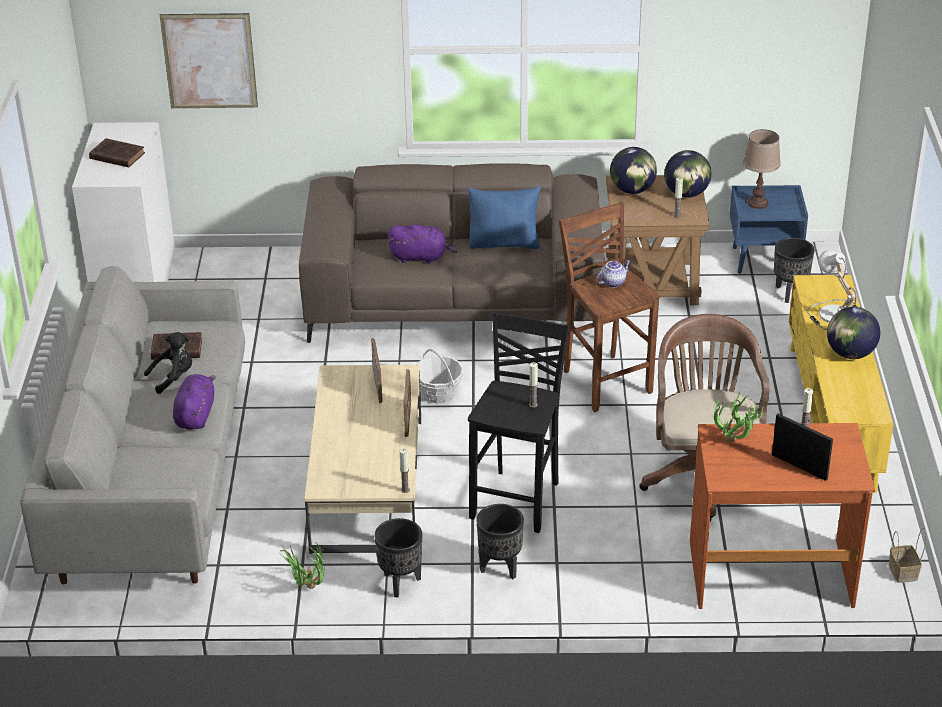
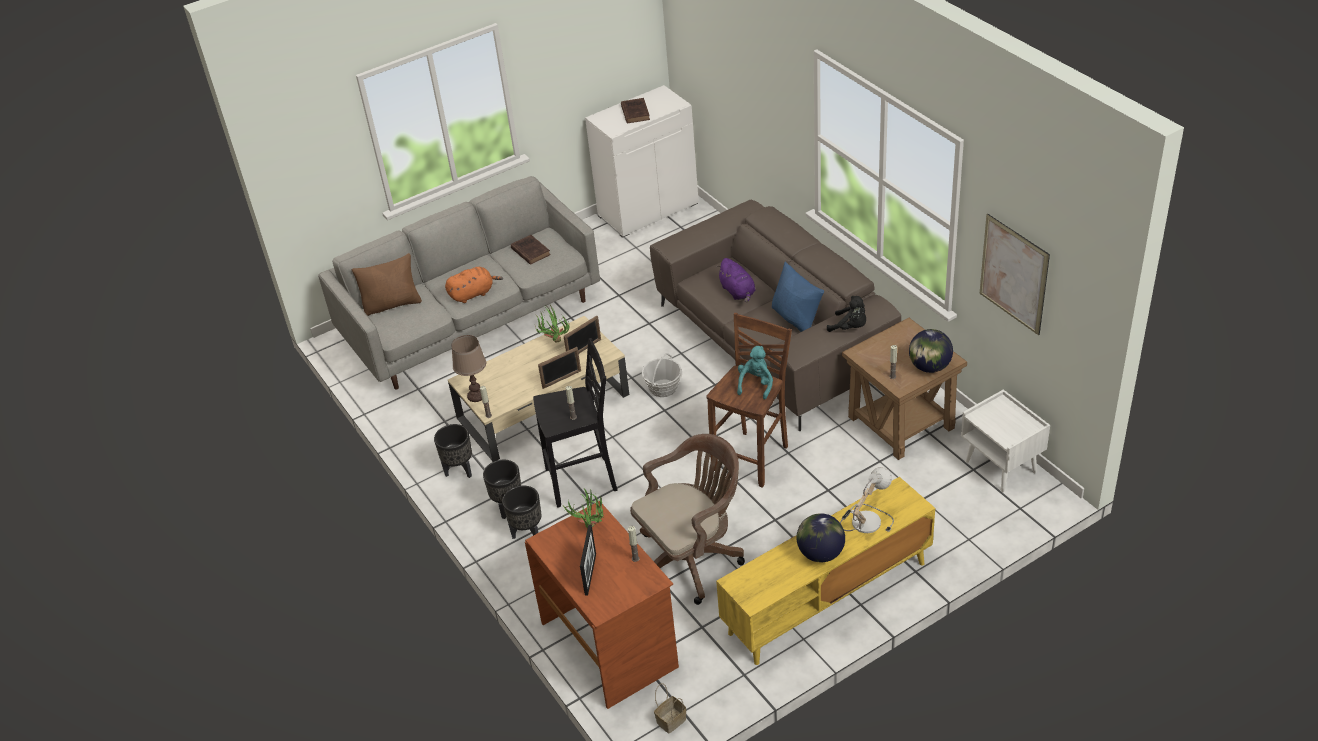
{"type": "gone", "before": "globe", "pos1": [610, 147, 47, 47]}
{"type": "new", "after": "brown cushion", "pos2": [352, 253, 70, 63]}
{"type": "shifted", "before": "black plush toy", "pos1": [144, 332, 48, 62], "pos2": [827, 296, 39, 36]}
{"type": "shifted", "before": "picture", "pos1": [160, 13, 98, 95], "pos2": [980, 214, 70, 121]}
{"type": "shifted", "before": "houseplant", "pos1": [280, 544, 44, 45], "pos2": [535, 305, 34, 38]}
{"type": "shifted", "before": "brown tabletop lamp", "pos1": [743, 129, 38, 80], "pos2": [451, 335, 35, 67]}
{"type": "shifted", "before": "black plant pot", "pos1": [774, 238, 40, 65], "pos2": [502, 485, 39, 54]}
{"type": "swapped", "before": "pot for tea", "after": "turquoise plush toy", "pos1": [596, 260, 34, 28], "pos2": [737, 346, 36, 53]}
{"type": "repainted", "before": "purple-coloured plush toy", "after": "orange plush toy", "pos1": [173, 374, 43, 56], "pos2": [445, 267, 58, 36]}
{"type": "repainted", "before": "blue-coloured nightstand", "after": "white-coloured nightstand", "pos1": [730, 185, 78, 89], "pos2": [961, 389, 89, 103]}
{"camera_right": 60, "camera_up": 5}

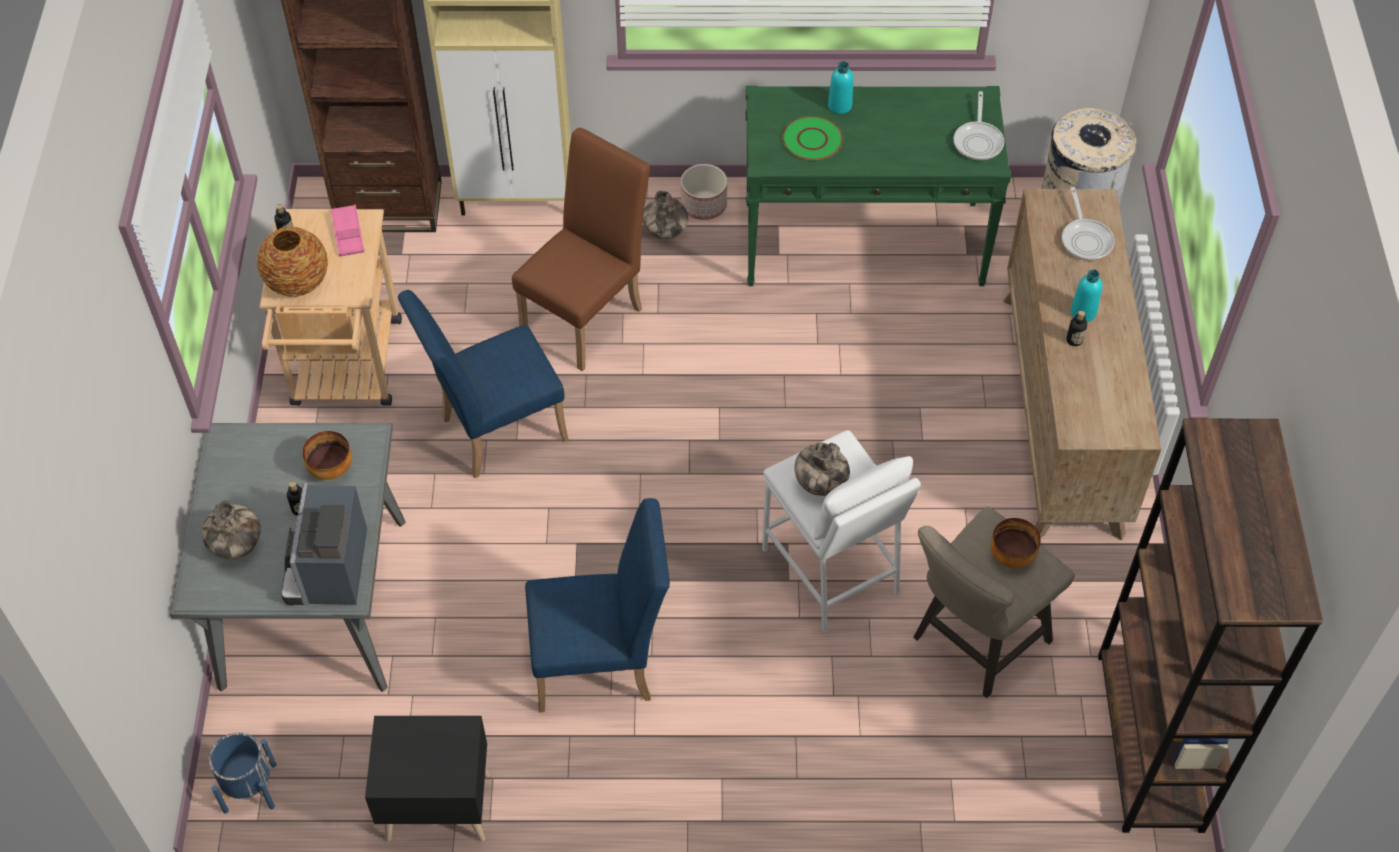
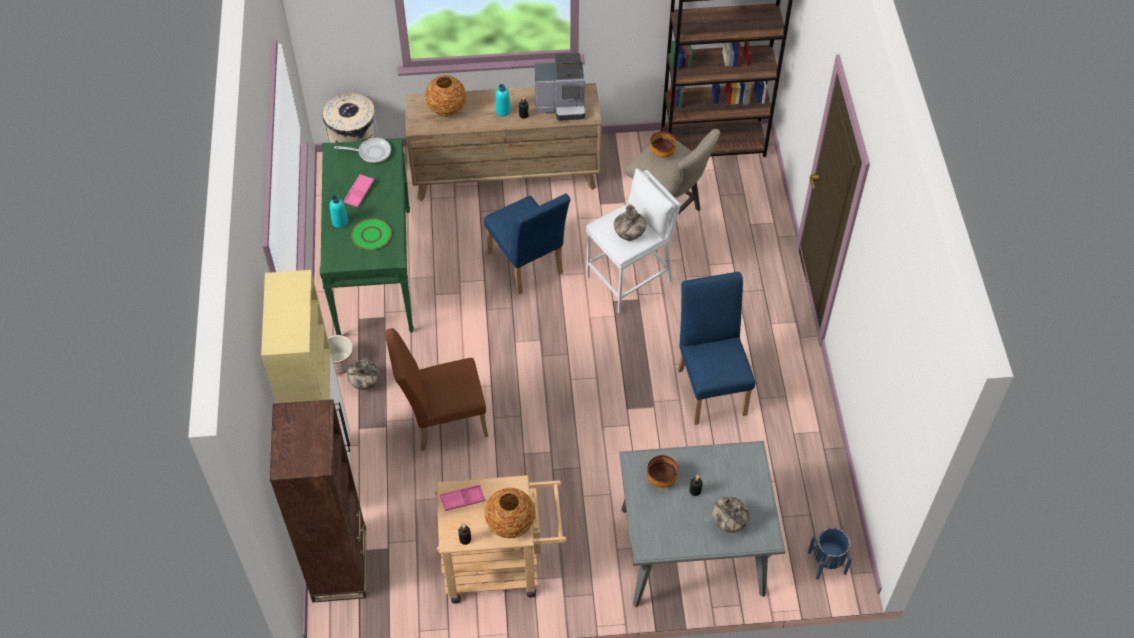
{"type": "gone", "before": "black nightstand", "pos1": [365, 716, 125, 126]}
{"type": "new", "after": "pink tray", "pos2": [343, 174, 31, 34]}
{"type": "shifted", "before": "coffee maker", "pos1": [281, 483, 86, 122], "pos2": [535, 53, 50, 68]}
{"type": "shifted", "before": "blue-coloured plain chair", "pos1": [398, 290, 170, 188], "pos2": [484, 193, 86, 102]}
{"type": "swapped", "before": "frying pan", "after": "flower vase", "pos1": [1062, 187, 53, 73], "pos2": [425, 75, 41, 42]}
{"type": "rotated", "before": "brown plain chair", "pos1": [512, 128, 138, 243], "pos2": [385, 328, 103, 123], "turn": -45}
{"camera_right": -95, "camera_up": 0}

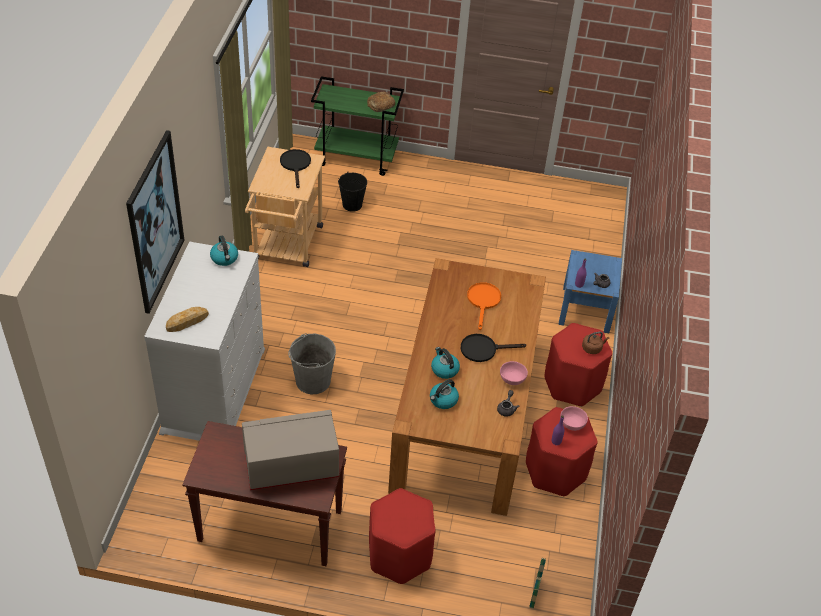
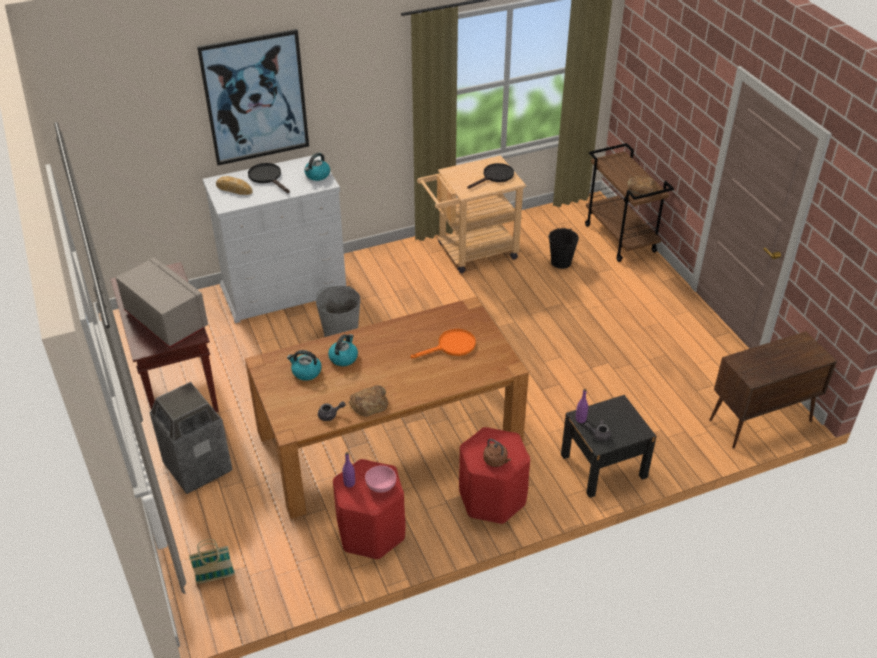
{"type": "new", "after": "brown storage cabinet", "pos2": [710, 331, 127, 118]}
{"type": "shifted", "before": "black frying pan", "pos1": [461, 334, 65, 28], "pos2": [248, 163, 42, 30]}
{"type": "swapped", "before": "reddish stool", "after": "rubbish bin", "pos1": [369, 488, 66, 96], "pos2": [150, 382, 83, 112]}
{"type": "swapped", "before": "pink bowl", "after": "baked bread", "pos1": [500, 361, 28, 24], "pos2": [349, 385, 39, 32]}
{"type": "repainted", "before": "greenish wheeled cart", "after": "brown wheeled cart", "pos1": [311, 76, 93, 100], "pos2": [585, 143, 89, 119]}
{"type": "repainted", "before": "blue-coloured nightstand", "after": "black nightstand", "pos1": [558, 250, 64, 83], "pos2": [561, 395, 95, 103]}
{"camera_right": 60, "camera_up": -5}

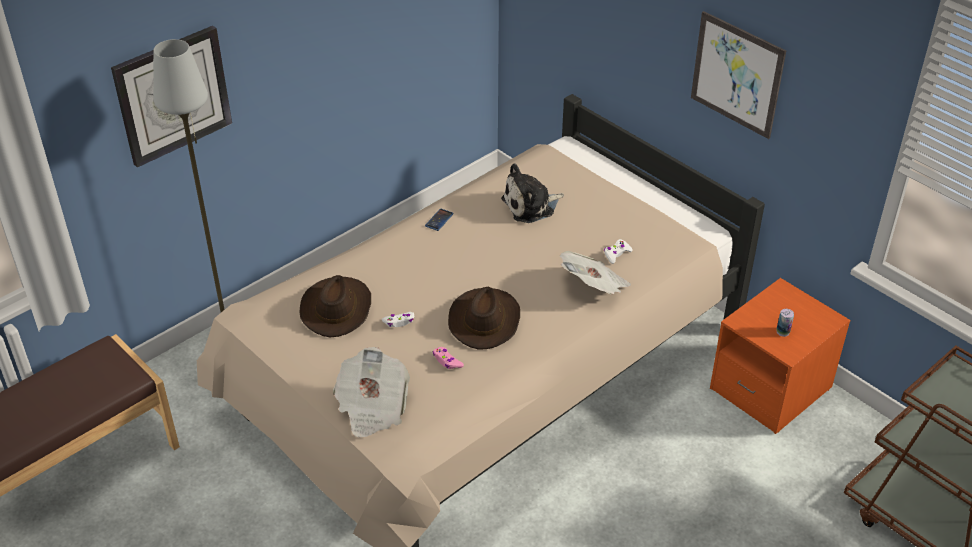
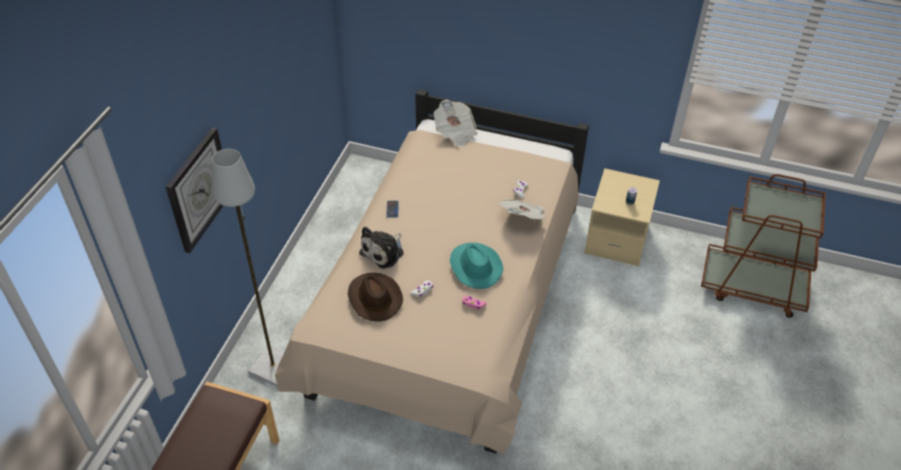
{"type": "gone", "before": "picture", "pos1": [691, 11, 95, 128]}
{"type": "shifted", "before": "daily paper", "pos1": [333, 347, 77, 91], "pos2": [433, 100, 45, 48]}
{"type": "shifted", "before": "plush toy", "pos1": [501, 163, 63, 60], "pos2": [359, 227, 45, 42]}
{"type": "repainted", "before": "brown hat", "after": "turquoise hat", "pos1": [448, 287, 72, 63], "pos2": [450, 243, 53, 46]}
{"type": "repainted", "before": "orange nightstand", "after": "sand-coloured nightstand", "pos1": [710, 278, 140, 156], "pos2": [584, 168, 76, 99]}
{"camera_right": -30, "camera_up": 5}

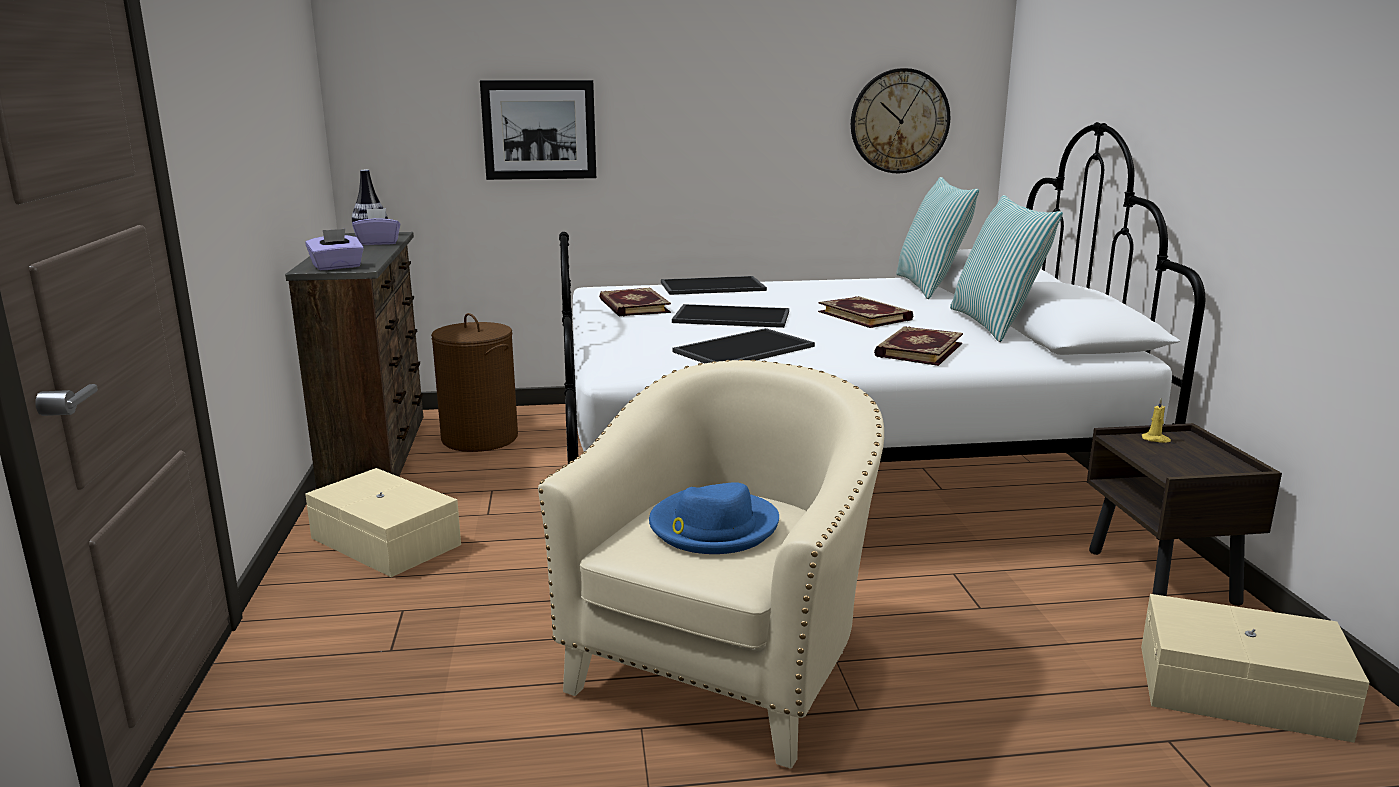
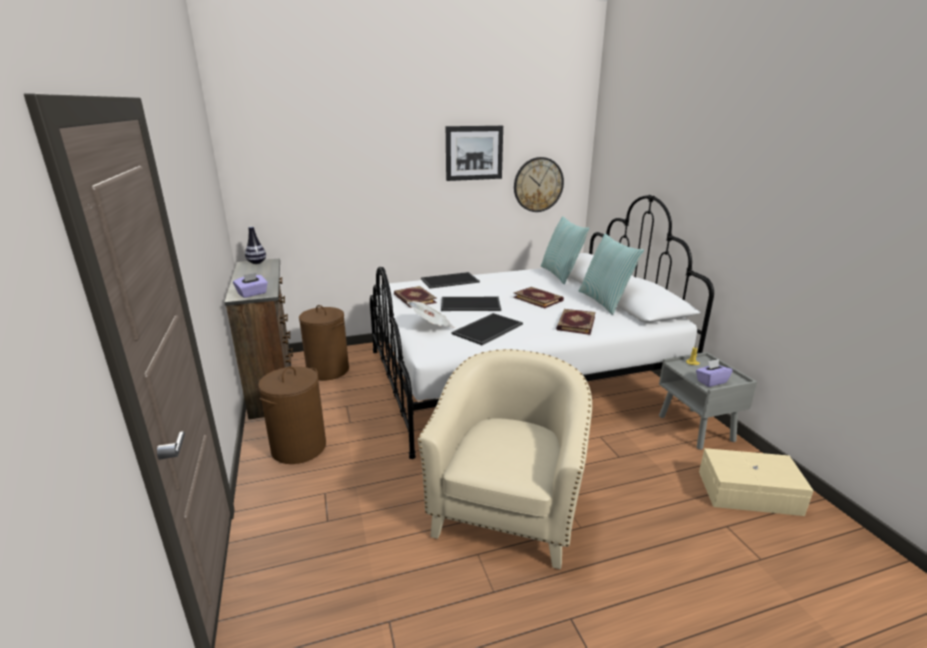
{"type": "gone", "before": "blue-coloured hat", "pos1": [649, 483, 130, 71]}
{"type": "new", "after": "daily paper", "pos2": [407, 301, 48, 27]}
{"type": "shifted", "before": "purple-coloured tissue box", "pos1": [352, 208, 49, 37], "pos2": [696, 359, 37, 28]}
{"type": "shifted", "before": "picture", "pos1": [480, 80, 116, 100], "pos2": [446, 126, 57, 55]}
{"type": "swapped", "before": "sand-coloured storage box", "after": "brown hamper", "pos1": [305, 468, 156, 109], "pos2": [258, 366, 68, 98]}
{"type": "repainted", "before": "brown nightstand", "after": "greyish nightstand", "pos1": [1087, 423, 195, 183], "pos2": [659, 352, 98, 98]}
{"camera_right": -10, "camera_up": 5}

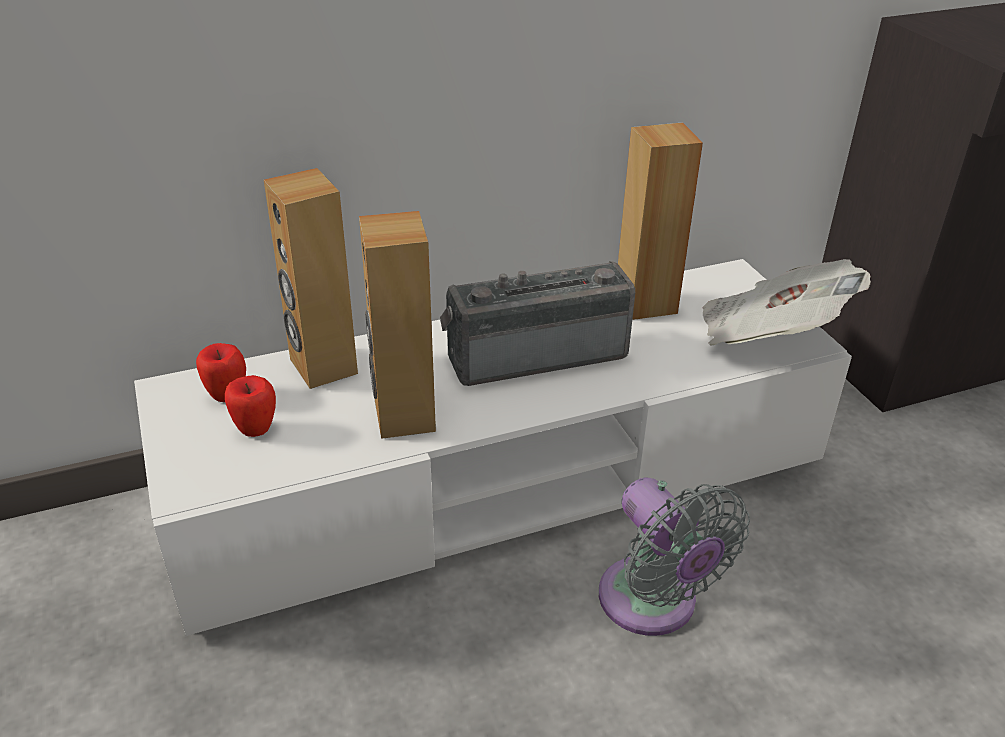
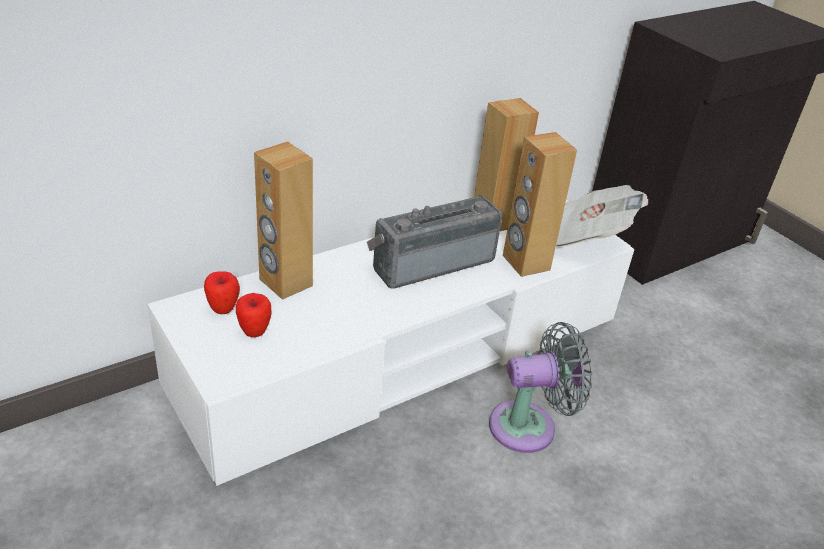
{"type": "shifted", "before": "brown audio speaker", "pos1": [359, 211, 77, 228], "pos2": [503, 132, 74, 145]}
{"type": "rotated", "before": "greyish cooling fan", "pos1": [599, 478, 151, 158], "pos2": [489, 322, 103, 131], "turn": -60}
{"camera_right": -15, "camera_up": 0}

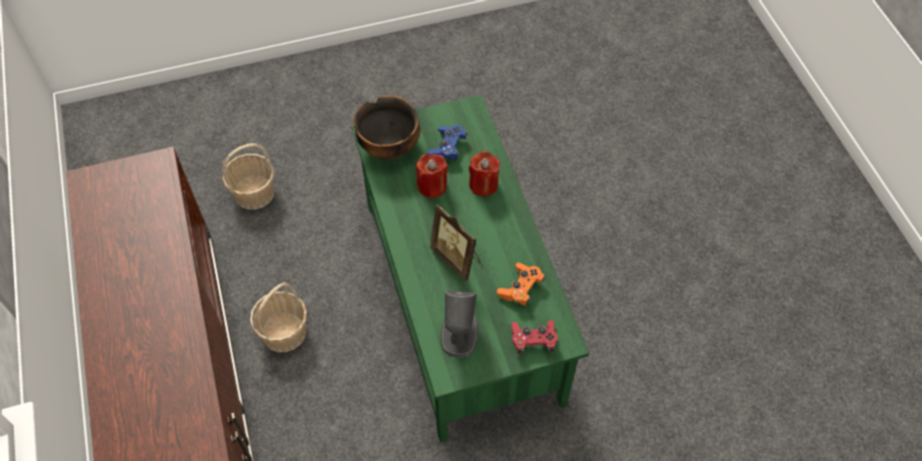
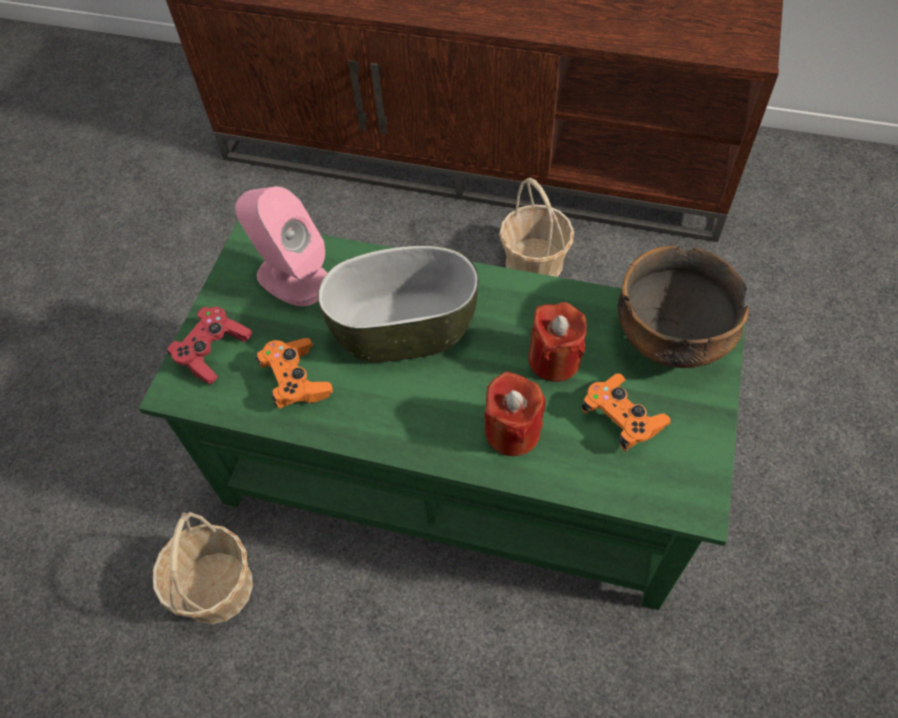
{"type": "shifted", "before": "household basket", "pos1": [222, 143, 53, 67], "pos2": [153, 512, 100, 113]}
{"type": "swapped", "before": "photo frame", "after": "bowl", "pos1": [430, 204, 51, 77], "pos2": [318, 246, 161, 116]}
{"type": "repainted", "before": "blue-coloured gamepad", "after": "orange gamepad", "pos1": [427, 125, 41, 36], "pos2": [581, 373, 90, 78]}
{"type": "repainted", "before": "greyish audio speaker", "after": "pink audio speaker", "pos1": [441, 291, 37, 67], "pos2": [236, 186, 91, 120]}
{"camera_right": 125, "camera_up": 0}

